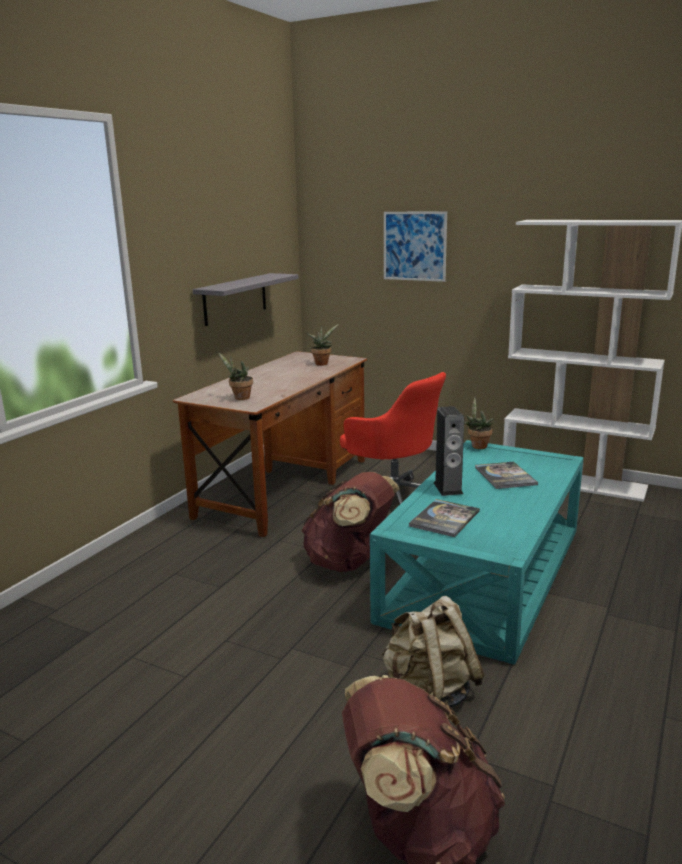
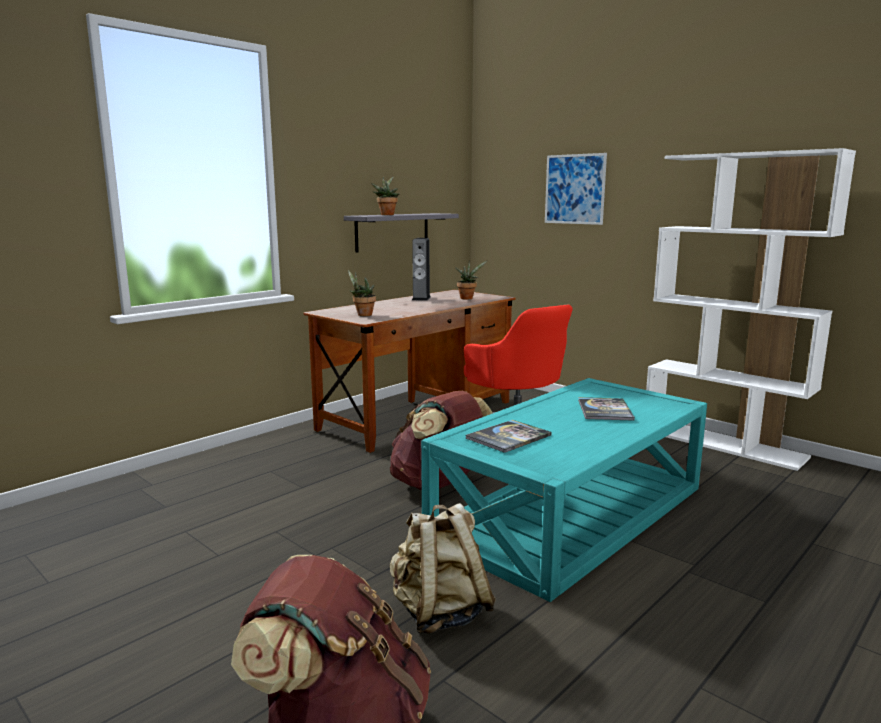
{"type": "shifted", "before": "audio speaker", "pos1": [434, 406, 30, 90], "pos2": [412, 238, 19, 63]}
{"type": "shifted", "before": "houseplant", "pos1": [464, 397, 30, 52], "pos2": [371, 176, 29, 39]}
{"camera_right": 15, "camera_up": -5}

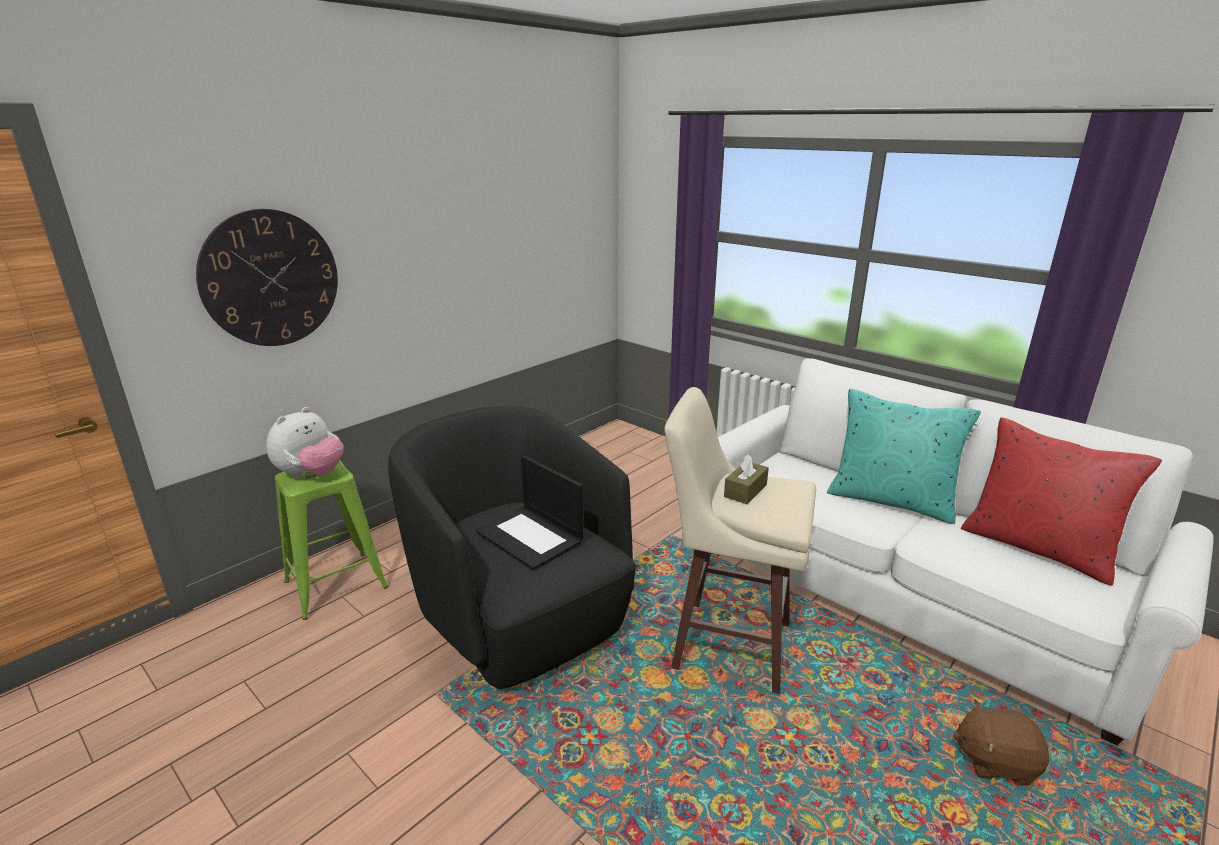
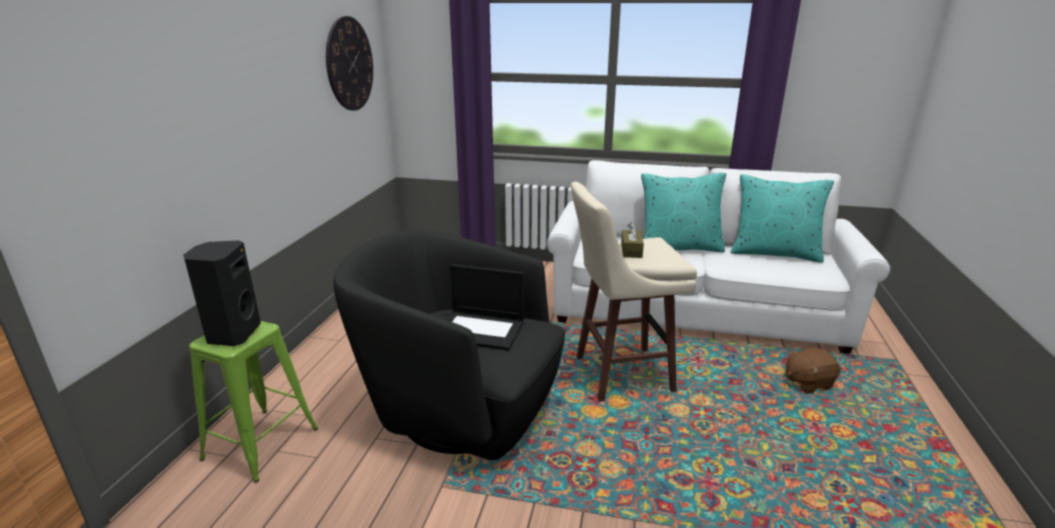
{"type": "shifted", "before": "hanging clock", "pos1": [196, 209, 142, 137], "pos2": [326, 16, 47, 95]}
{"type": "swapped", "before": "plush toy", "after": "black audio speaker", "pos1": [266, 407, 78, 71], "pos2": [183, 240, 78, 106]}
{"type": "repainted", "before": "reddish cushion", "after": "turquoise cushion", "pos1": [961, 417, 201, 169], "pos2": [731, 174, 103, 89]}
{"camera_right": -30, "camera_up": 0}

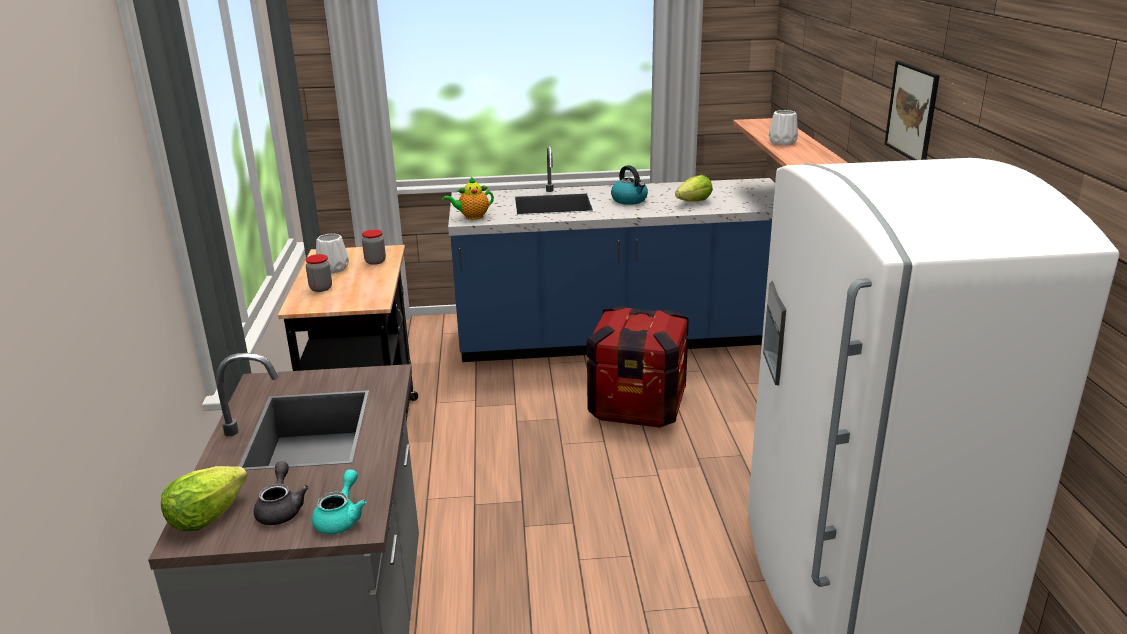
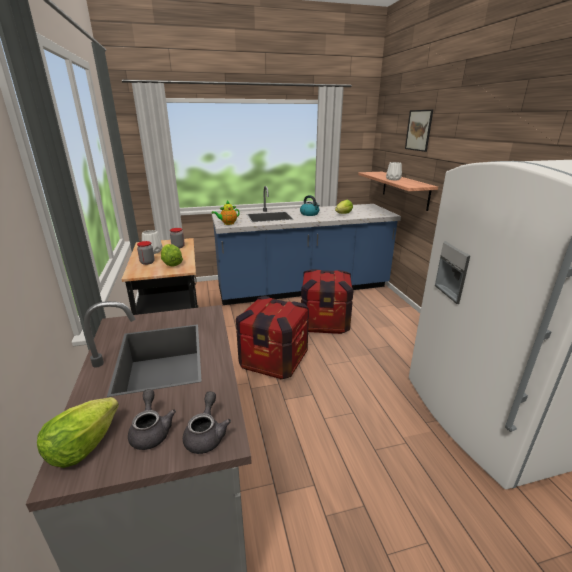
{"type": "new", "after": "lettuce head", "pos2": [161, 244, 22, 22]}
{"type": "new", "after": "packing crate", "pos2": [236, 296, 73, 83]}
{"type": "shifted", "before": "picture", "pos1": [884, 61, 56, 99], "pos2": [405, 110, 28, 42]}
{"type": "repainted", "before": "turquoise pot for tea", "after": "greyish pot for tea", "pos1": [312, 469, 54, 65], "pos2": [183, 391, 48, 63]}
{"camera_right": -10, "camera_up": 0}

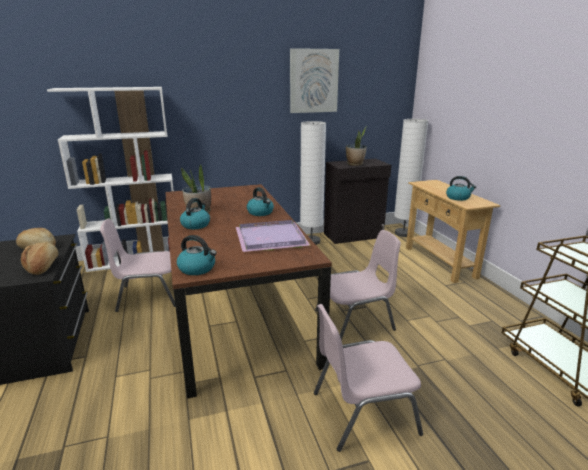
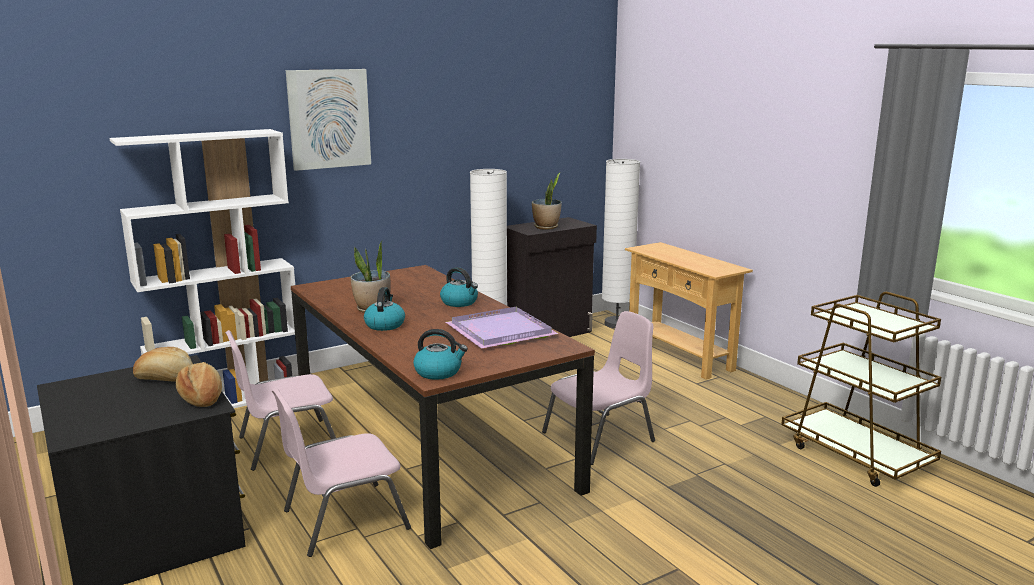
{"type": "gone", "before": "kettle", "pos1": [446, 176, 30, 25]}
{"type": "shifted", "before": "picture", "pos1": [290, 48, 49, 65], "pos2": [286, 69, 85, 102]}
{"type": "shifted", "before": "pink plain chair", "pos1": [314, 304, 109, 148], "pos2": [272, 388, 139, 169]}
{"camera_right": -15, "camera_up": -5}

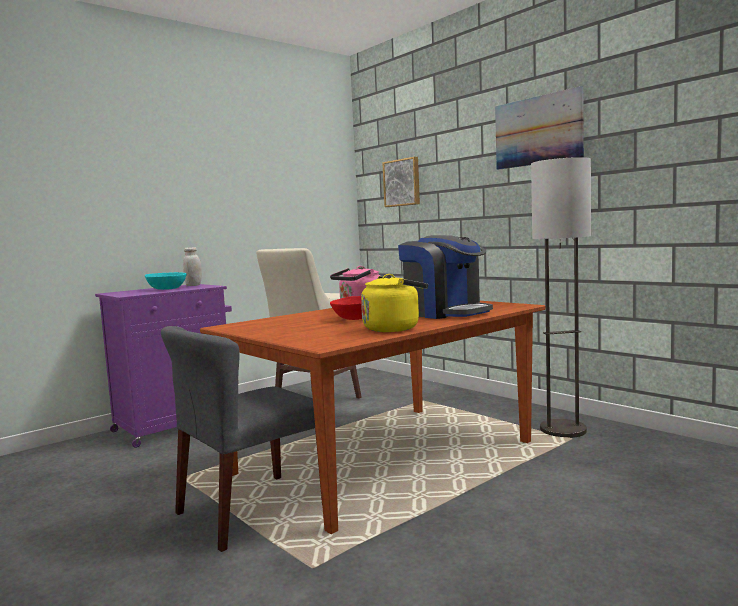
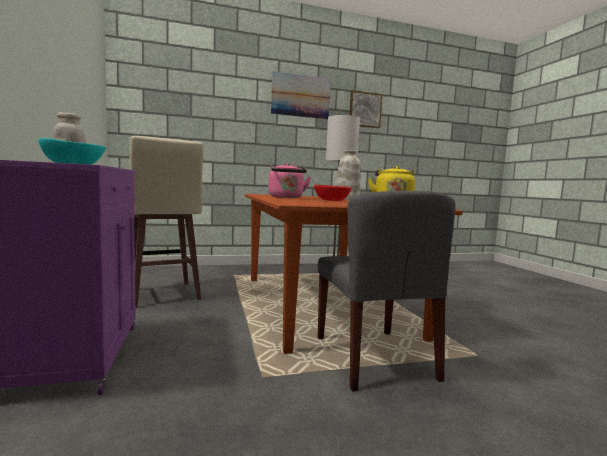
{"type": "shifted", "before": "picture", "pos1": [382, 157, 38, 50], "pos2": [349, 90, 34, 38]}
{"type": "swapped", "before": "coffee maker", "after": "white-coloured flower vase", "pos1": [398, 235, 95, 84], "pos2": [336, 150, 25, 50]}
{"camera_right": -65, "camera_up": 0}

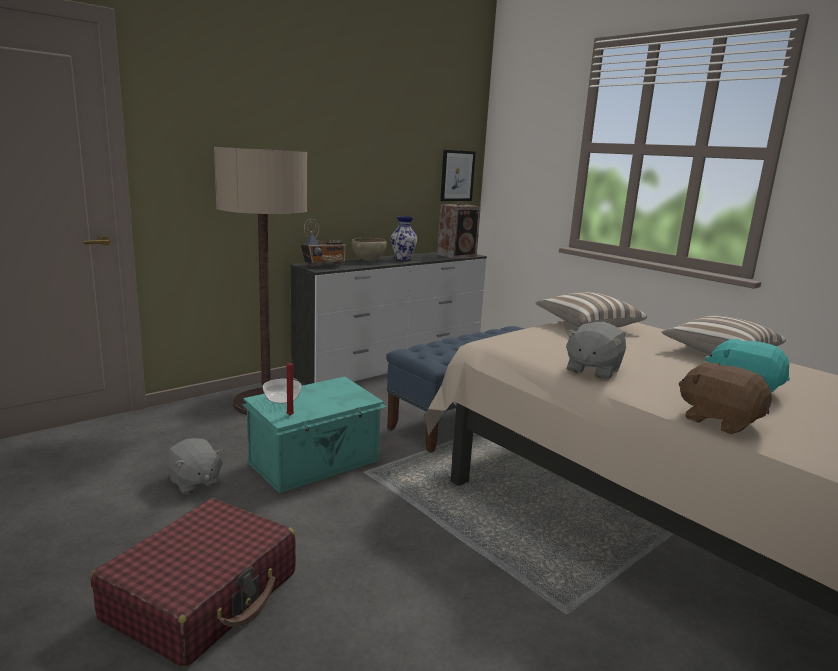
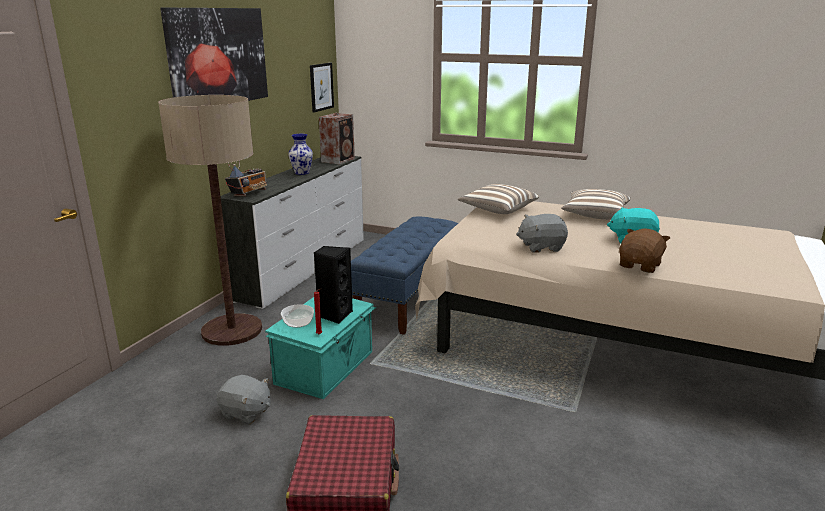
{"type": "gone", "before": "brown bowl", "pos1": [352, 238, 35, 23]}
{"type": "new", "after": "picture", "pos2": [160, 8, 108, 93]}
{"type": "new", "after": "black audio speaker", "pos2": [314, 246, 39, 78]}
{"type": "rotated", "before": "greyish plush toy", "pos1": [566, 322, 60, 58], "pos2": [516, 214, 52, 39], "turn": 75}
{"type": "rotated", "before": "brown plush toy", "pos1": [679, 363, 93, 71], "pos2": [619, 228, 51, 45], "turn": 105}
{"camera_right": -25, "camera_up": 5}

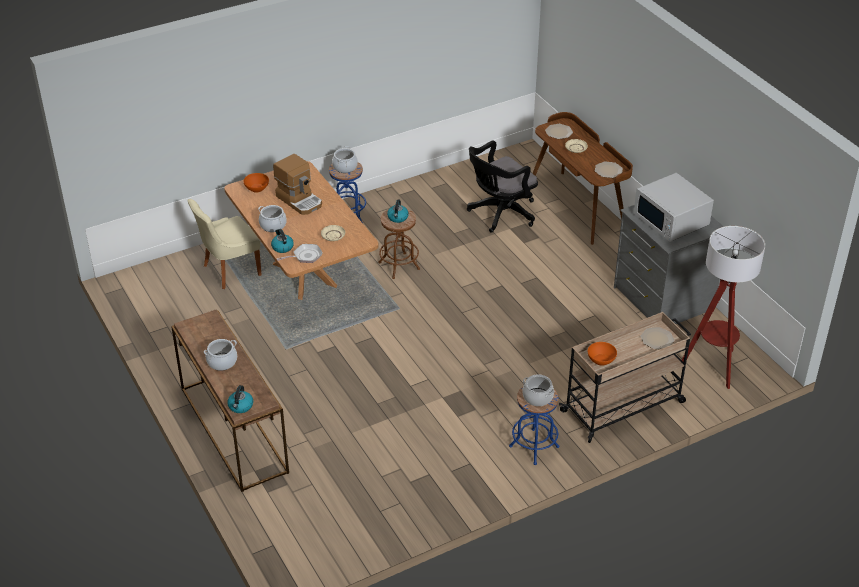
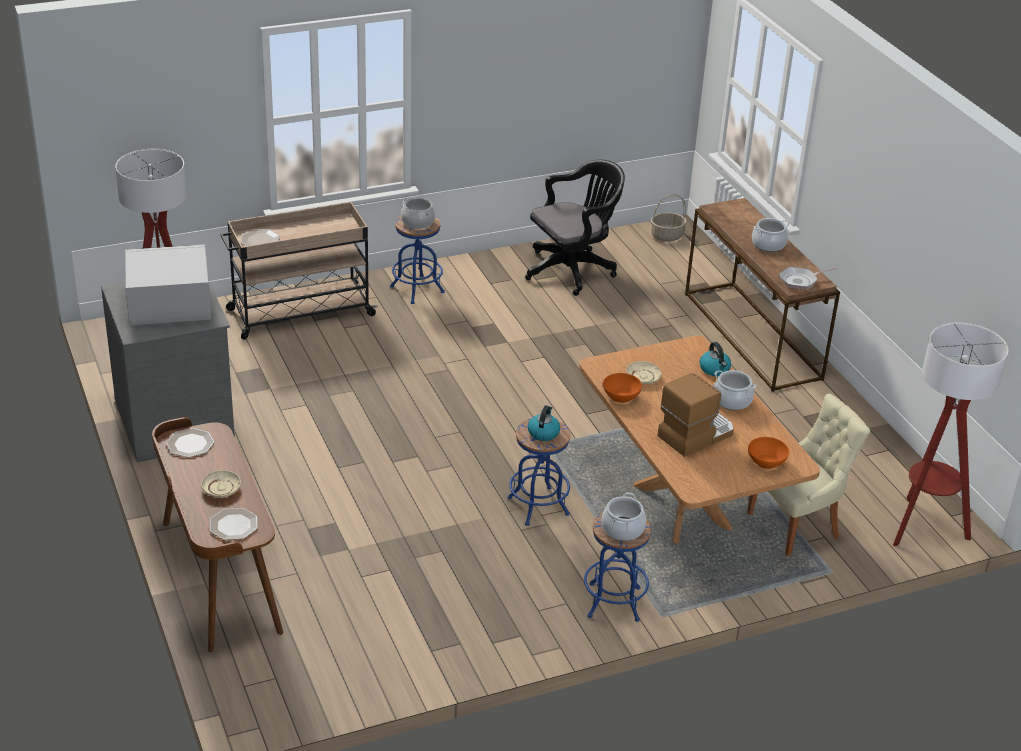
{"type": "gone", "before": "kettle", "pos1": [227, 385, 26, 28]}
{"type": "new", "after": "household basket", "pos2": [651, 194, 36, 48]}
{"type": "new", "after": "floor lamp", "pos2": [893, 323, 116, 224]}
{"type": "shifted", "before": "frying pan", "pos1": [277, 244, 45, 19], "pos2": [779, 267, 59, 23]}
{"type": "shifted", "before": "black office chair", "pos1": [467, 140, 71, 93], "pos2": [525, 160, 100, 136]}
{"type": "shifted", "before": "orange bowl", "pos1": [588, 342, 29, 24], "pos2": [603, 373, 39, 30]}
{"type": "repainted", "before": "brown stool", "after": "blue-coloured stool", "pos1": [378, 209, 42, 70], "pos2": [508, 419, 62, 107]}
{"type": "rotated", "before": "coffee maker", "pos1": [273, 154, 49, 61], "pos2": [658, 373, 76, 84], "turn": 90}
{"type": "rotated", "before": "white-coloured kitchen microwave", "pos1": [634, 173, 80, 69], "pos2": [125, 245, 86, 80], "turn": -75}
{"camera_right": -175, "camera_up": -5}

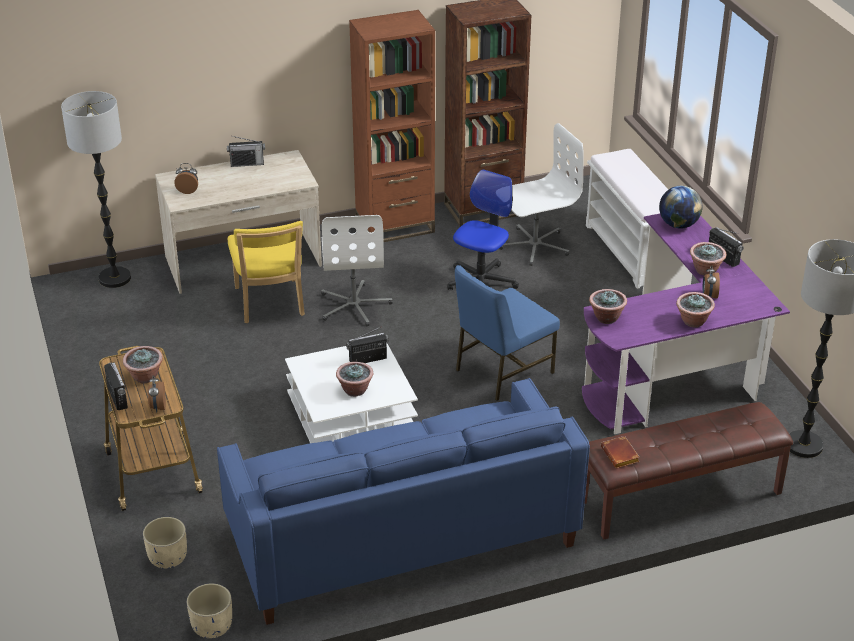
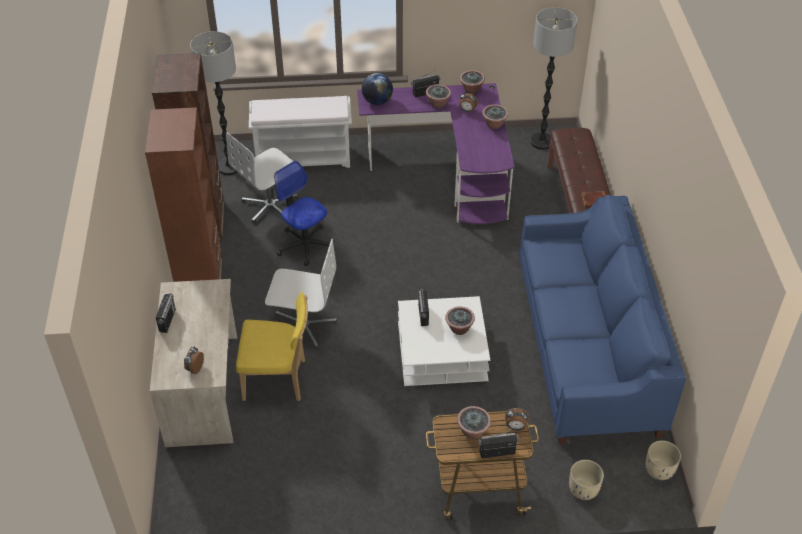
{"type": "gone", "before": "blue-coloured plain chair", "pos1": [455, 265, 105, 136]}
{"type": "shifted", "before": "floor lamp", "pos1": [61, 91, 70, 197], "pos2": [190, 31, 52, 144]}
{"type": "shifted", "before": "houseplant", "pos1": [589, 289, 38, 35], "pos2": [460, 70, 25, 24]}
{"type": "rotated", "before": "white-coloured office chair", "pos1": [499, 123, 85, 143], "pos2": [226, 132, 72, 91], "turn": -120}
{"camera_right": -75, "camera_up": 10}

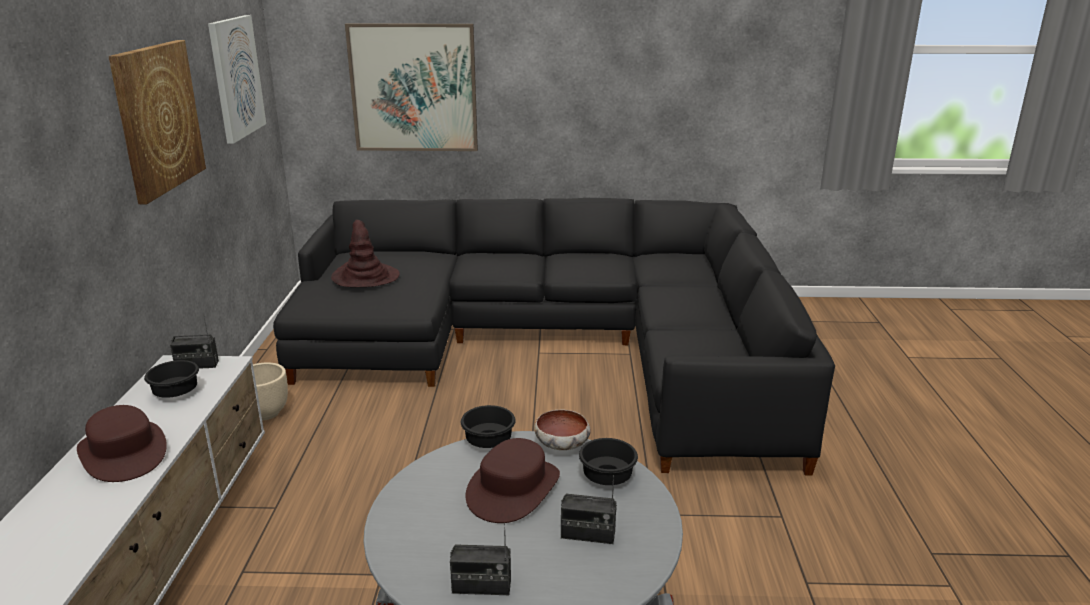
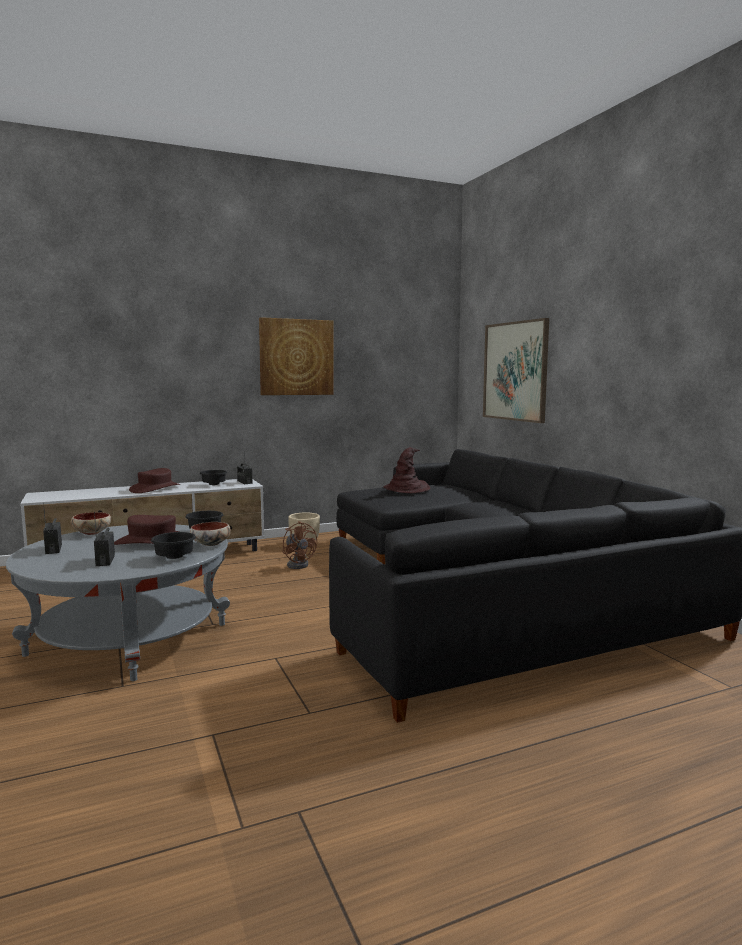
{"type": "gone", "before": "picture", "pos1": [208, 15, 58, 129]}
{"type": "new", "after": "bowl", "pos2": [71, 512, 40, 23]}
{"type": "new", "after": "brown cooling fan", "pos2": [282, 521, 35, 48]}
{"camera_right": 65, "camera_up": -15}

